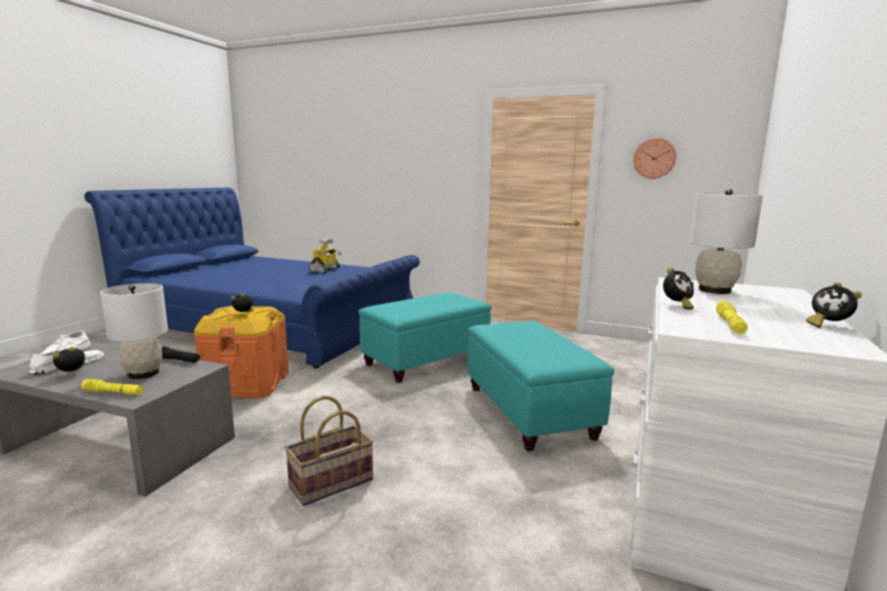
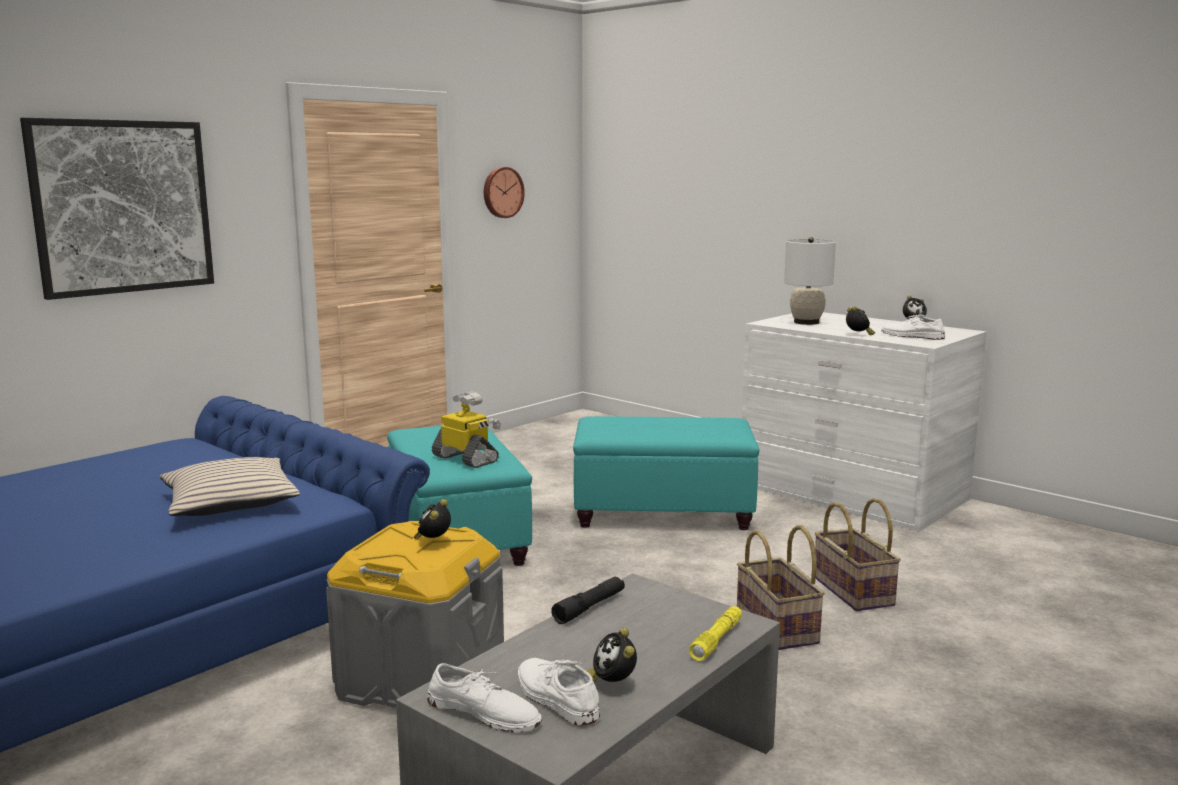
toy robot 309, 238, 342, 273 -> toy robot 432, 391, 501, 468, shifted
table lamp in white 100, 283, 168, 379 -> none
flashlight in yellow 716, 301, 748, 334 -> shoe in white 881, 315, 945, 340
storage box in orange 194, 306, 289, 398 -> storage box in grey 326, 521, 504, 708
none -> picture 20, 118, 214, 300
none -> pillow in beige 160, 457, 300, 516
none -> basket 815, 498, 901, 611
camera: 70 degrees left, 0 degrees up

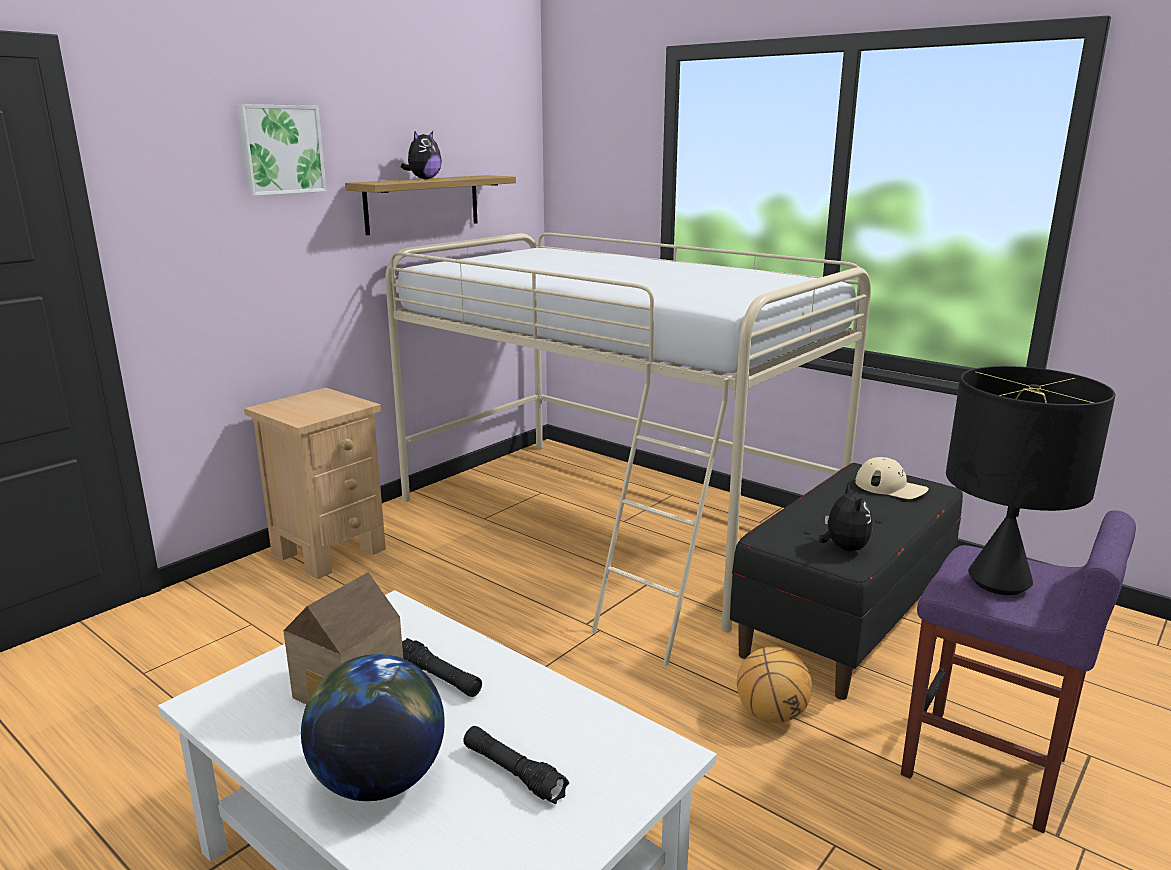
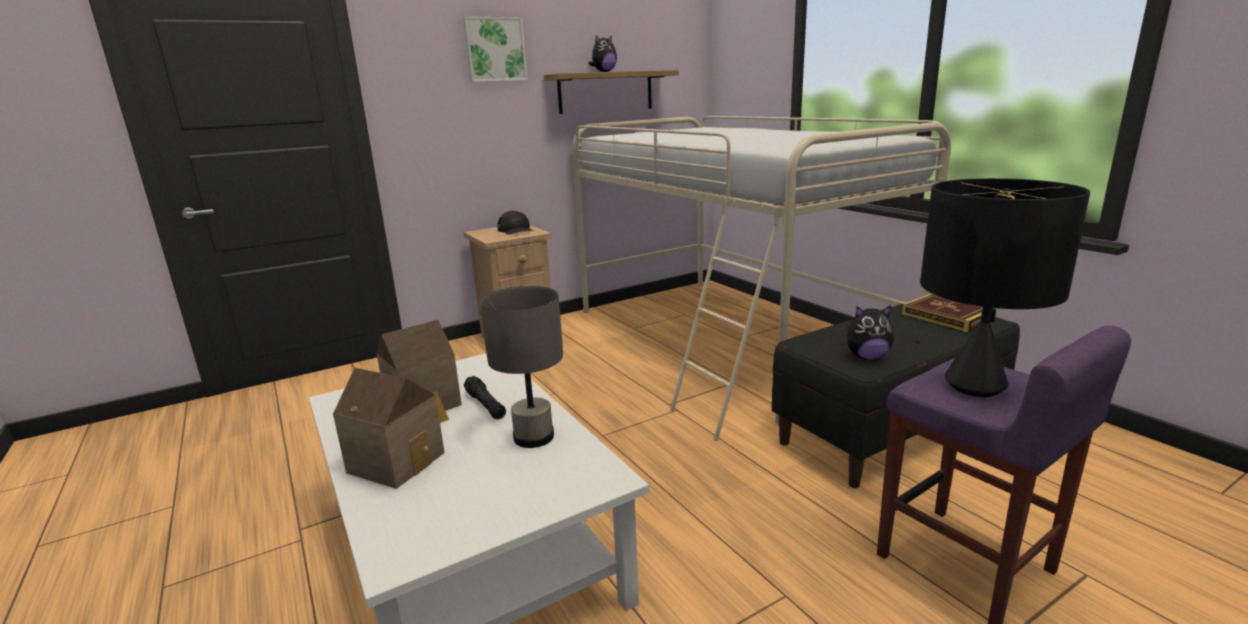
cap in beige 855, 457, 929, 499 -> book 902, 294, 983, 332
plush toy 819, 483, 873, 552 -> plush toy 847, 305, 894, 360, 75 degrees clockwise
basketball 737, 647, 812, 723 -> none
globe 301, 654, 445, 801 -> toy house 333, 368, 445, 489
flashlight in black 463, 726, 569, 804 -> none
none -> cap in black 497, 211, 534, 235
none -> table lamp in grey 480, 286, 563, 448
camera: 20 degrees right, 0 degrees up

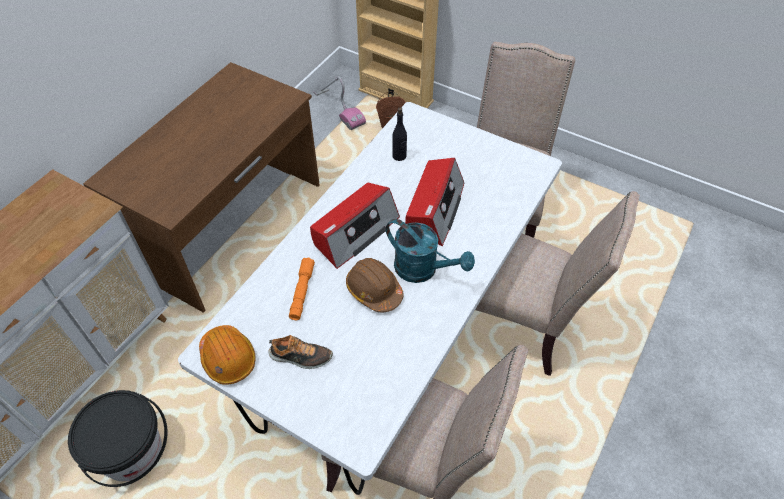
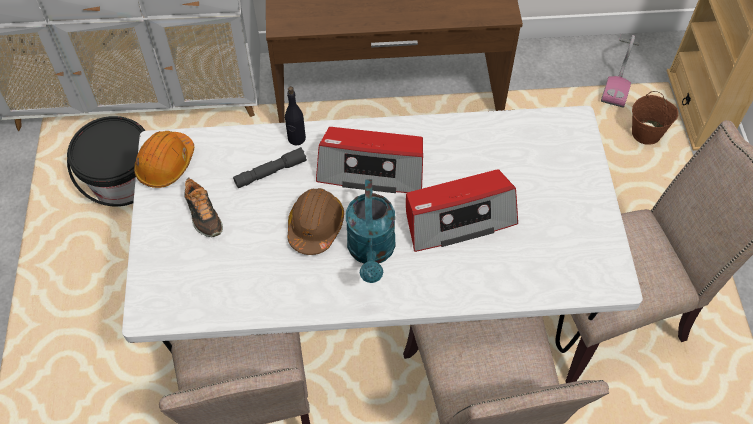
bottle in black 393, 107, 407, 161 -> bottle in black 285, 86, 306, 146, shifted
flashlight in orange 289, 258, 315, 320 -> flashlight in grey 233, 147, 307, 188
camera: 55 degrees right, 5 degrees up

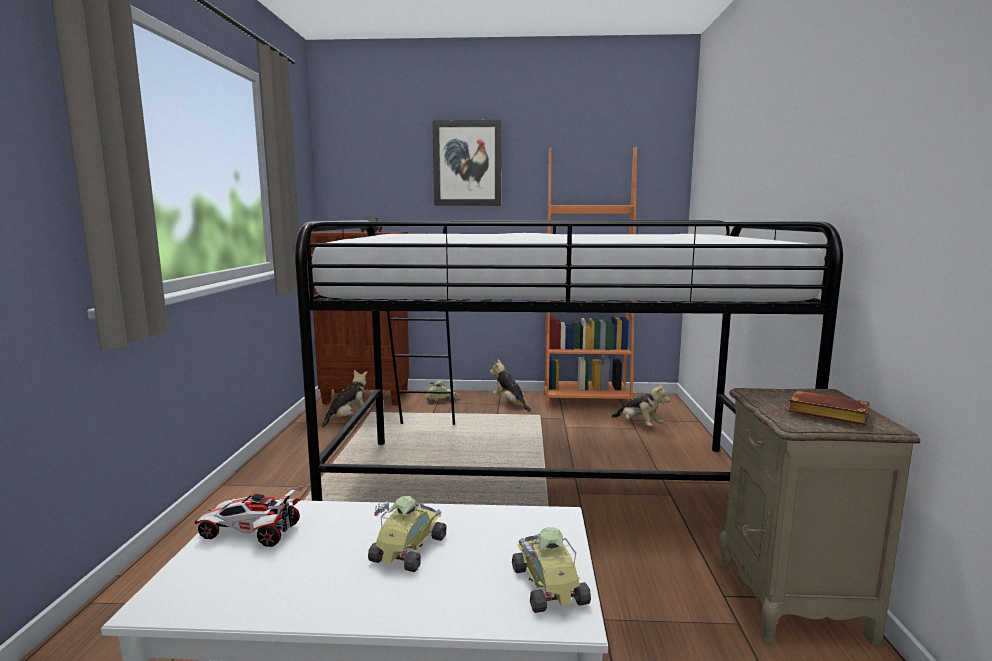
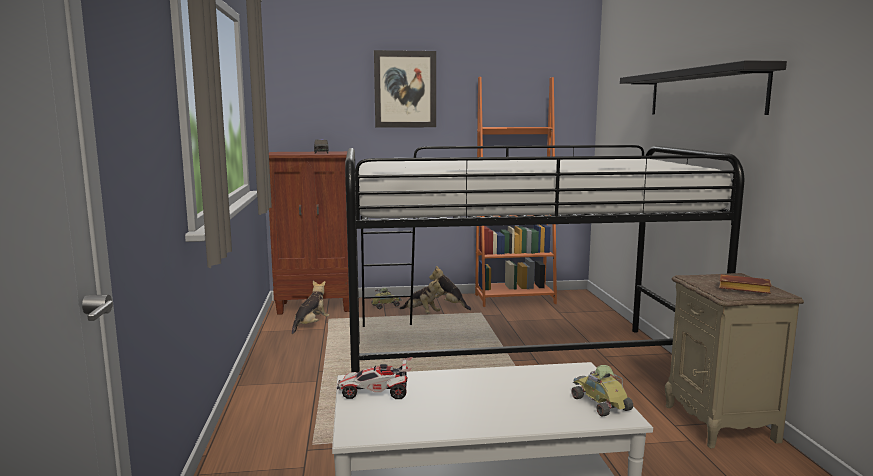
plush toy 611, 382, 670, 426 -> plush toy 400, 278, 444, 314, shifted
toy car 368, 496, 447, 572 -> none
none -> shelf in black 620, 60, 787, 115
camera: 10 degrees left, 0 degrees up

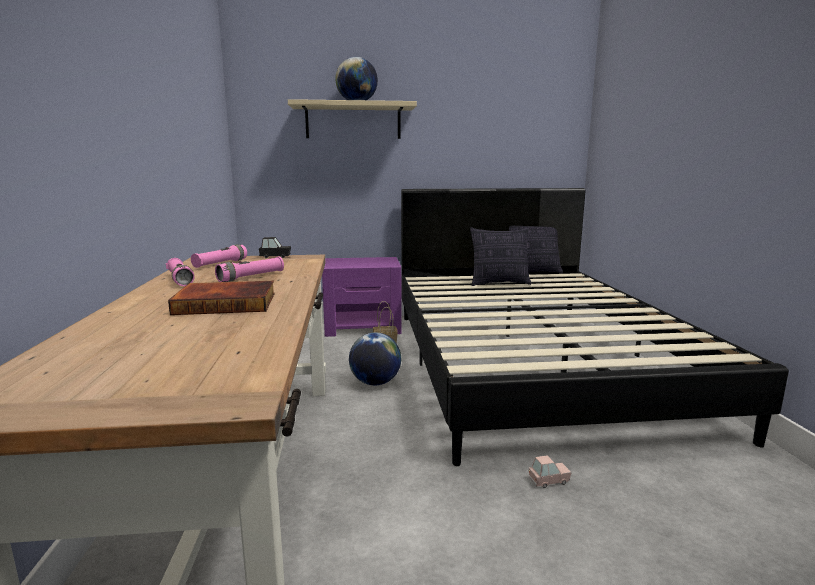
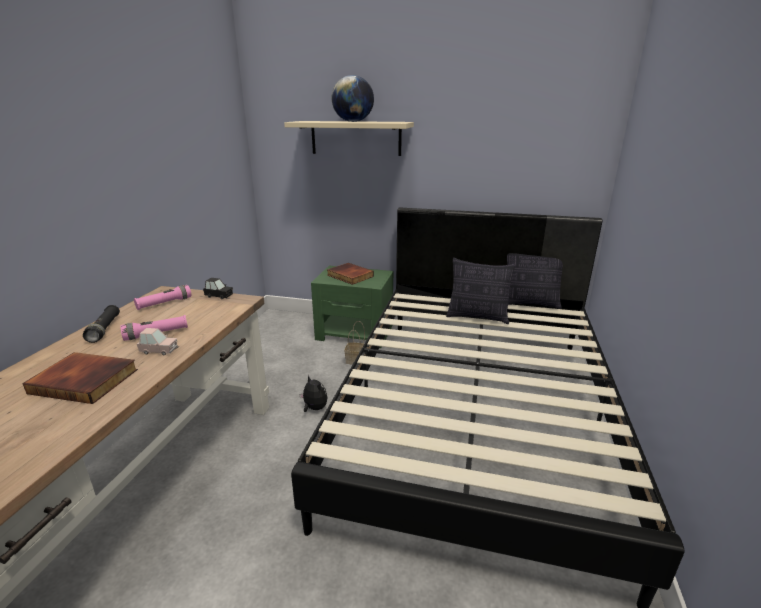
nightstand in purple 322, 257, 402, 337 -> nightstand in green 311, 266, 393, 348
flashlight in pink 166, 258, 194, 286 -> flashlight in black 83, 305, 120, 343
globe 349, 333, 401, 385 -> plush toy 299, 375, 327, 412
toy car in pink 529, 455, 572, 488 -> toy car in pink 137, 328, 178, 355, shifted
none -> book 327, 263, 374, 285
camera: 20 degrees right, 10 degrees up

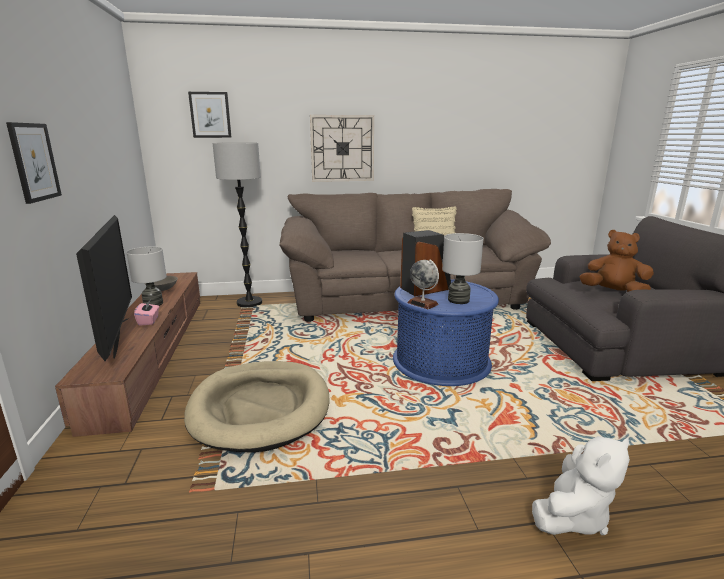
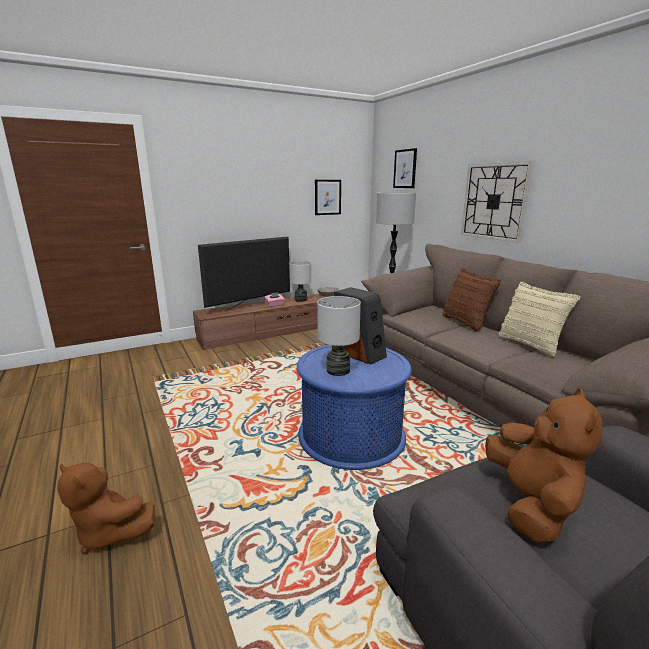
picture 6, 122, 62, 204 -> picture 315, 180, 341, 215, shifted
globe 407, 260, 439, 309 -> none
dog bed in beige 184, 361, 329, 452 -> none
plush toy in white 532, 436, 630, 535 -> plush toy in brown 57, 462, 155, 554
none -> pillow in brown 442, 268, 502, 332
camera: 70 degrees right, 0 degrees up

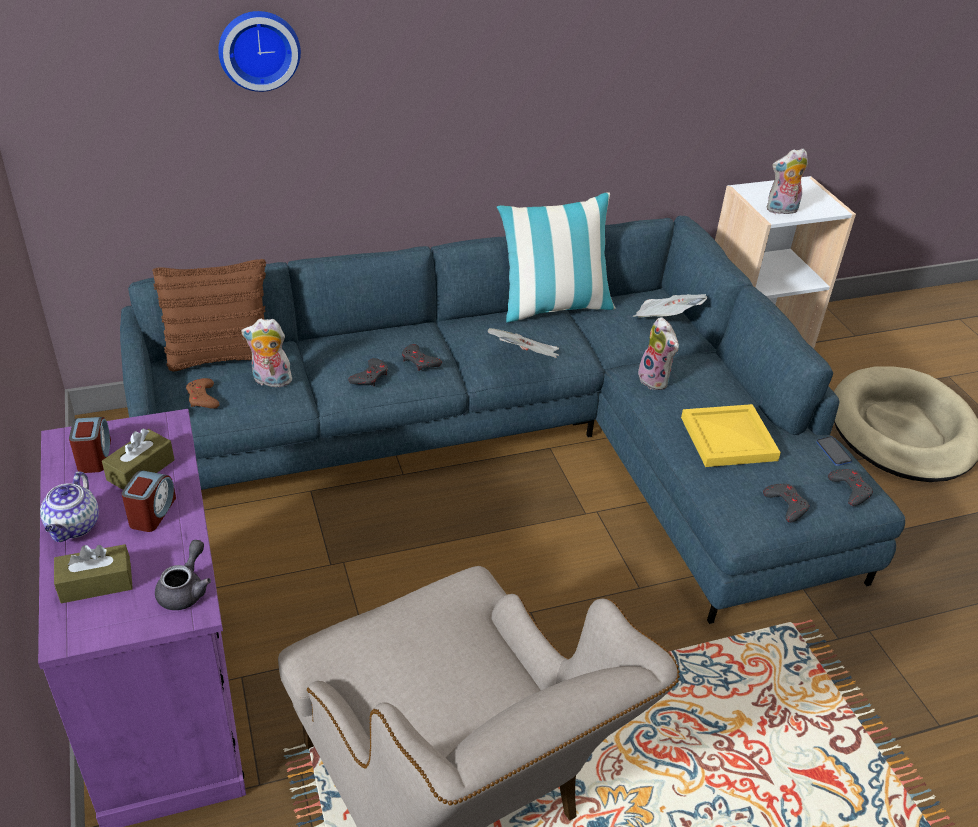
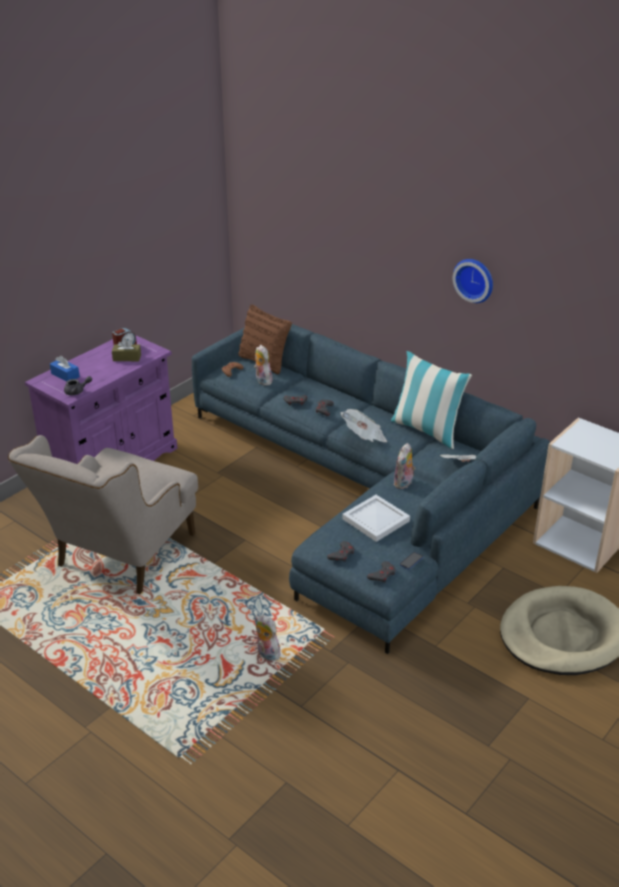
wall clock 218, 11, 301, 92 -> wall clock 453, 259, 493, 303, shifted
plush toy 767, 149, 808, 214 -> plush toy 255, 615, 280, 661, shifted
tray in yellow 681, 404, 781, 467 -> tray in white 342, 495, 410, 542
alarm clock 122, 470, 176, 532 -> none
teapot 40, 472, 99, 542 -> none
tissue box in brown 54, 544, 133, 603 -> tissue box in blue 50, 355, 80, 382
camera: 60 degrees right, 5 degrees down

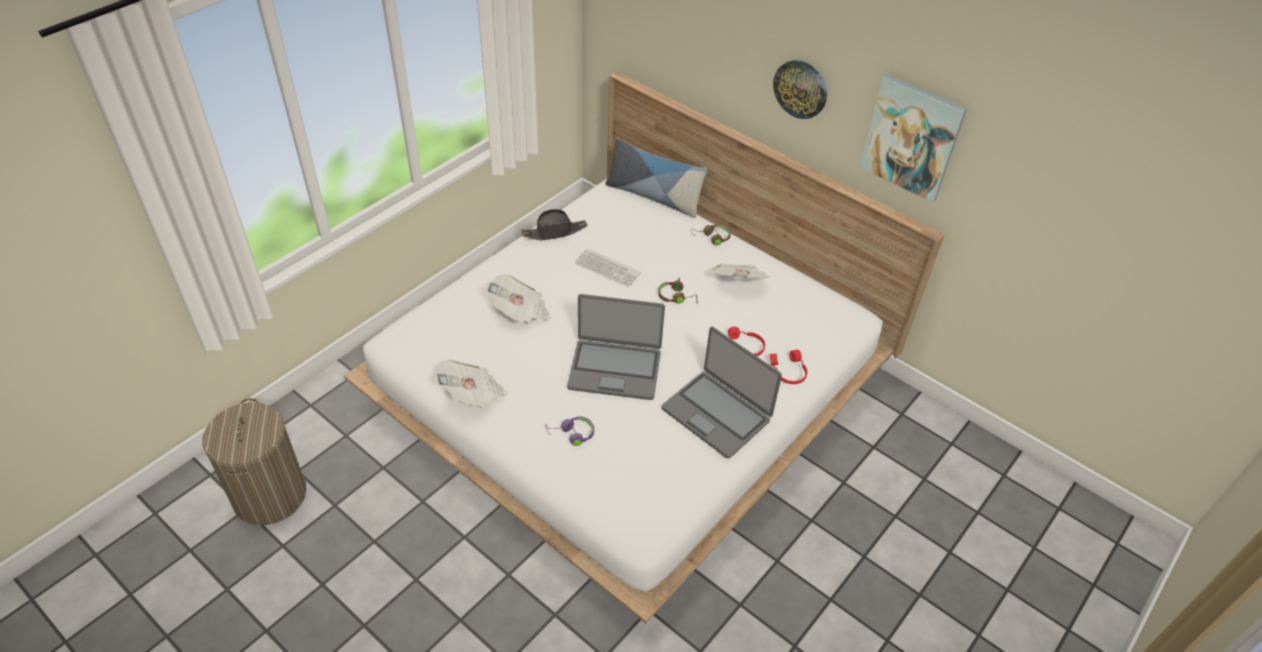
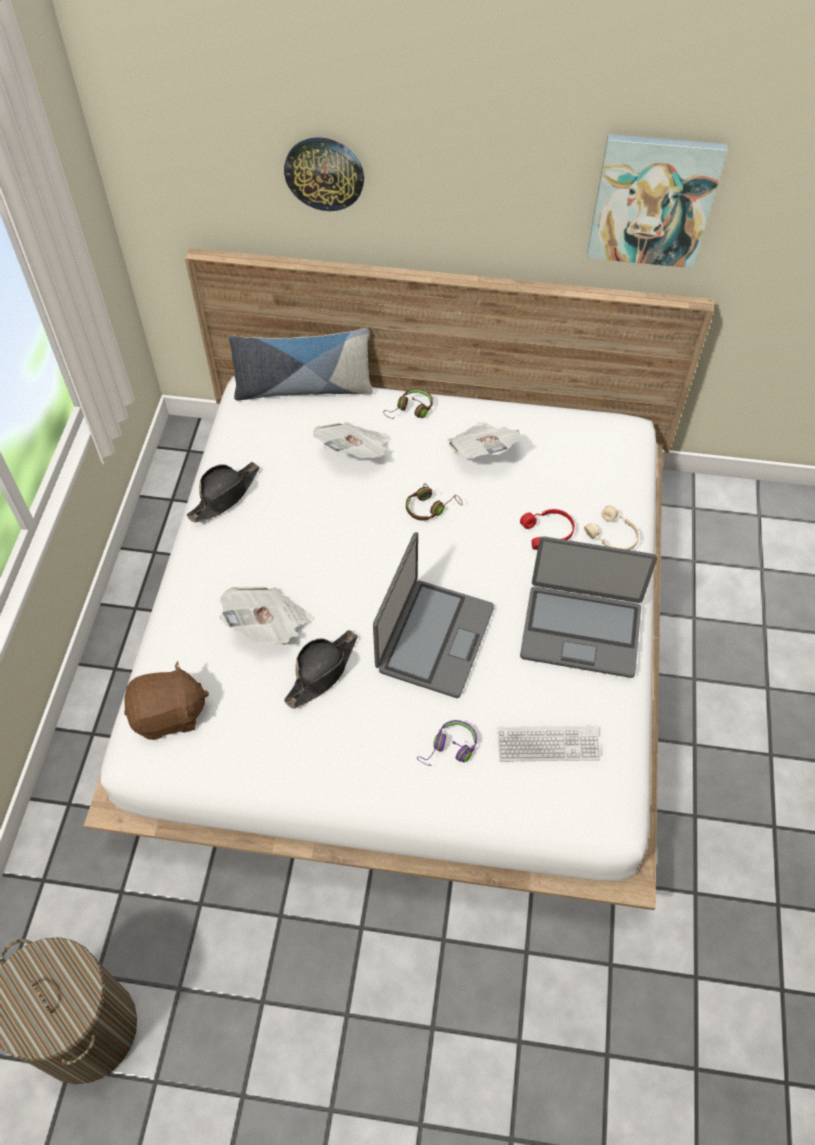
wall clock 773, 60, 827, 119 -> wall clock 284, 137, 364, 211, shifted
keyboard 575, 248, 641, 287 -> keyboard 498, 726, 600, 762, shifted
laptop 567, 294, 665, 400 -> laptop 373, 532, 494, 698, 45 degrees counterclockwise
headphones in red 770, 350, 808, 384 -> headphones in beige 584, 505, 639, 550
newspaper 434, 359, 508, 407 -> newspaper 313, 422, 389, 458, shifted
none -> hat in black 284, 630, 358, 709
none -> plush toy in brown 124, 661, 209, 740
camera: 30 degrees left, 10 degrees up

